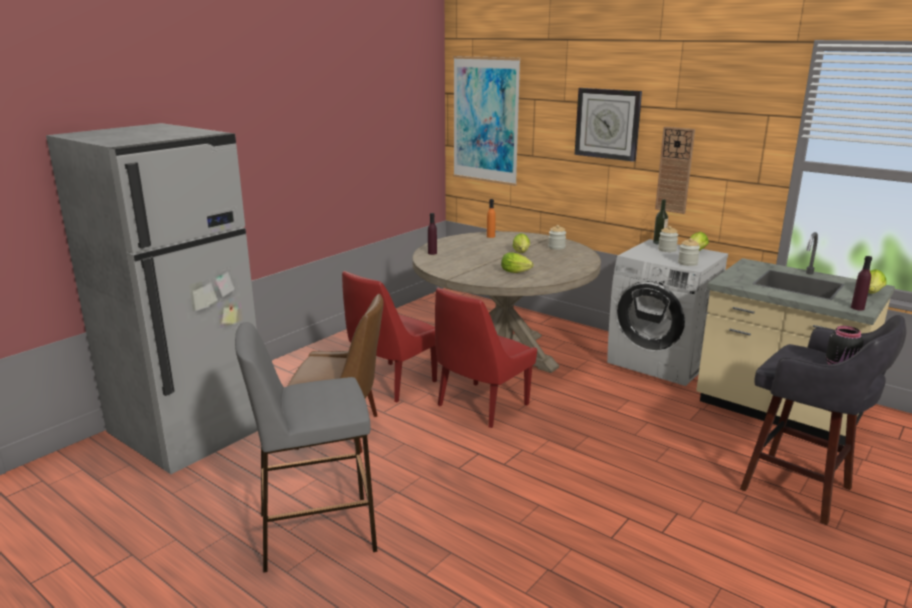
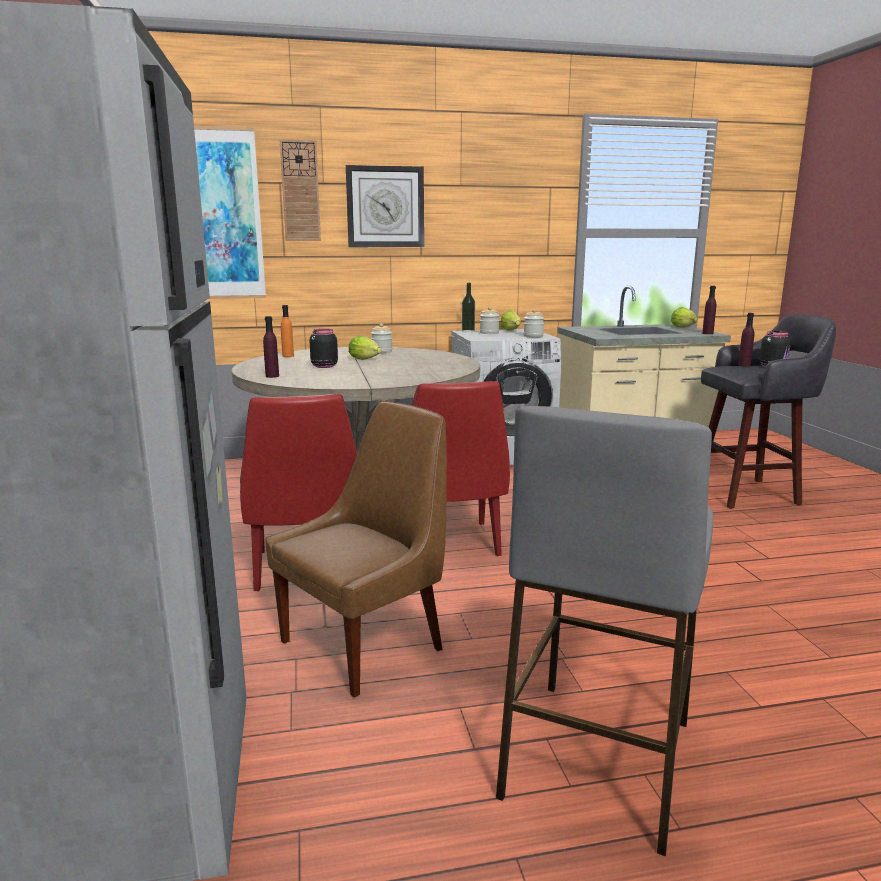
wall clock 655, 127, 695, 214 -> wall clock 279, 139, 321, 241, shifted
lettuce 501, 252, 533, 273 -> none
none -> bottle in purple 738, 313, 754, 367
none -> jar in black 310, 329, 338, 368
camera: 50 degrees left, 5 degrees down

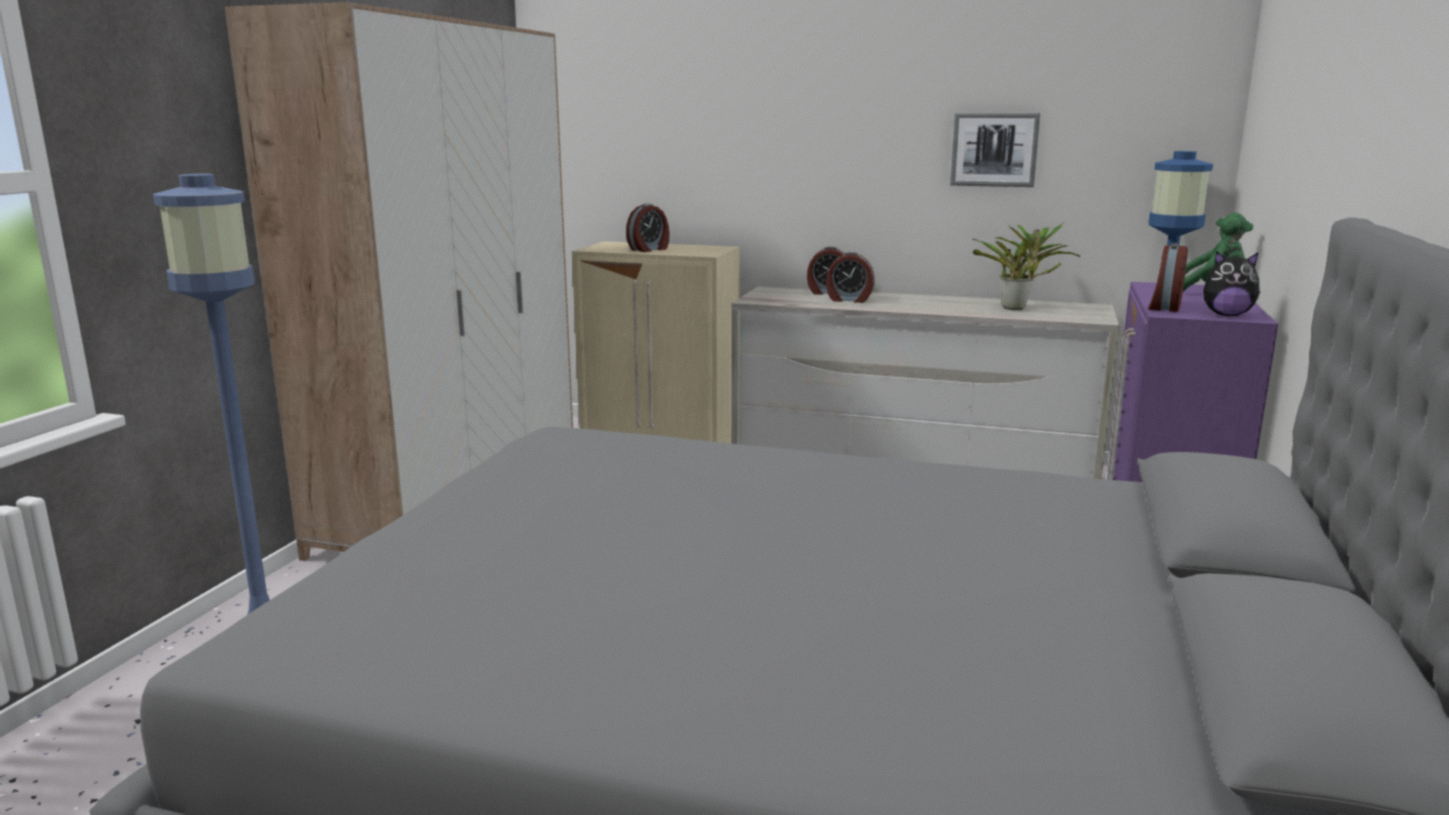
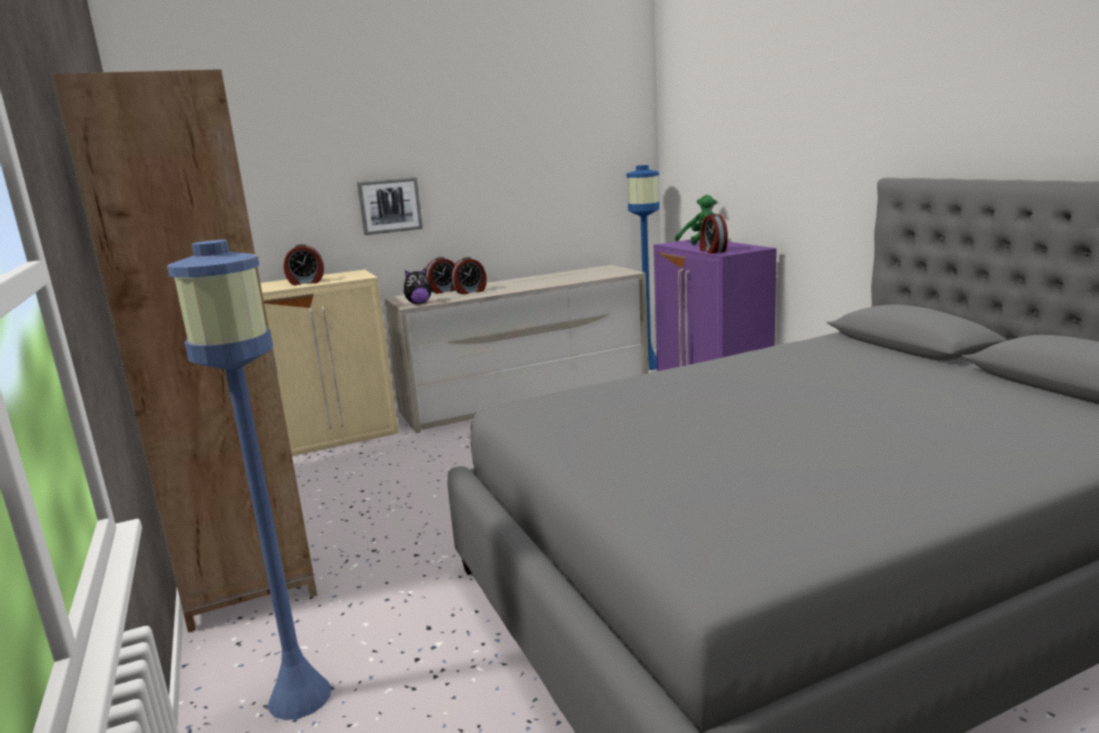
picture 950, 113, 1040, 187 -> picture 357, 177, 423, 235, shifted
alarm clock 626, 203, 670, 252 -> alarm clock 284, 244, 324, 285, 75 degrees clockwise
potted plant 973, 223, 1080, 310 -> none
plush toy 1203, 251, 1260, 316 -> plush toy 404, 268, 431, 304, shifted
camera: 40 degrees left, 0 degrees up

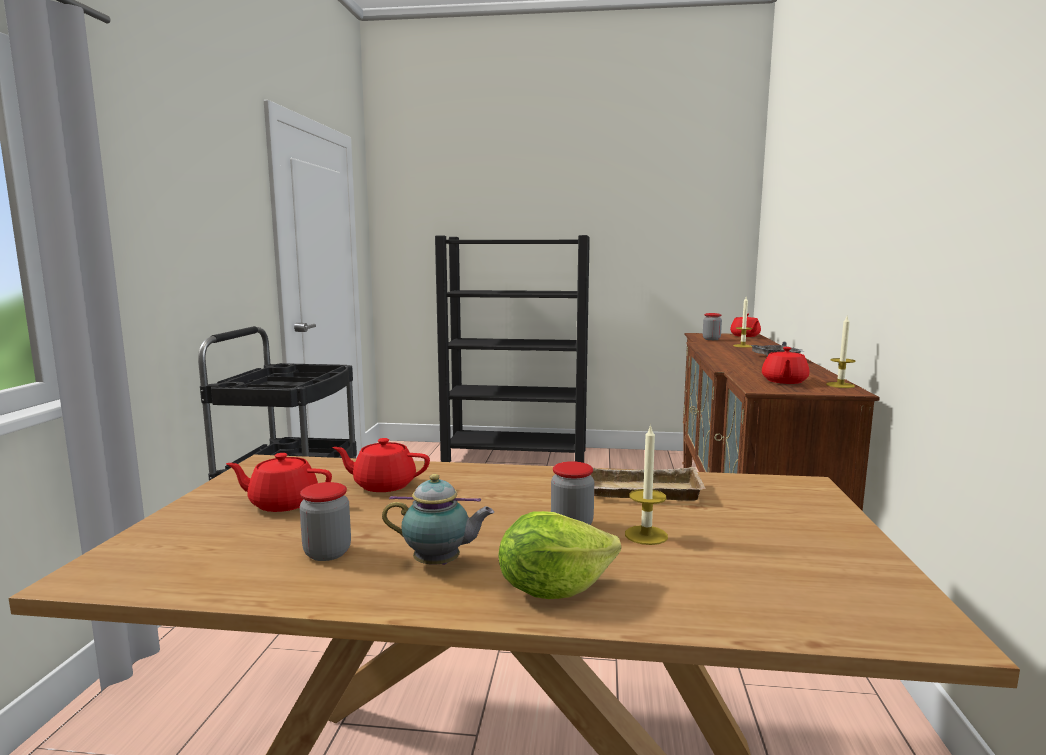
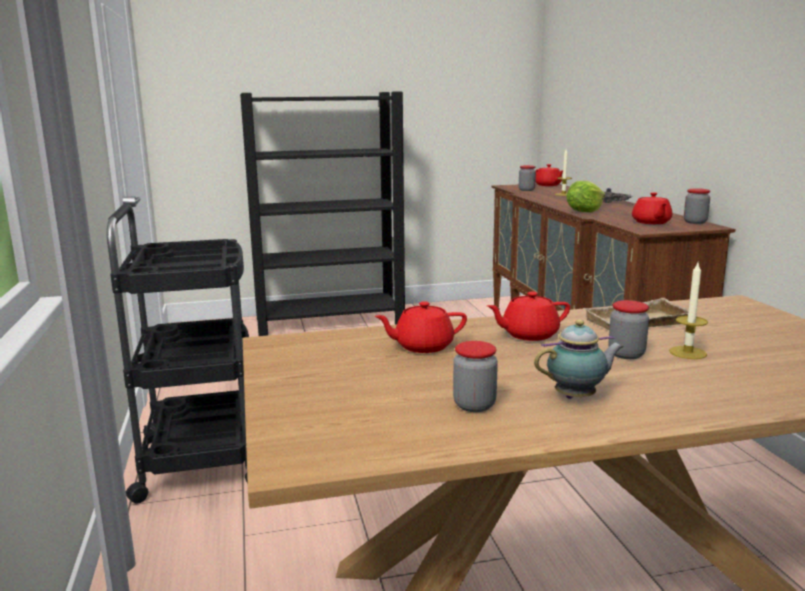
candle 826, 316, 855, 388 -> jar 684, 188, 710, 224
teapot in red 226, 453, 332, 512 -> teapot in red 487, 292, 570, 341, shifted
lettuce 499, 511, 621, 599 -> lettuce 566, 181, 605, 213, shifted
camera: 20 degrees left, 5 degrees up

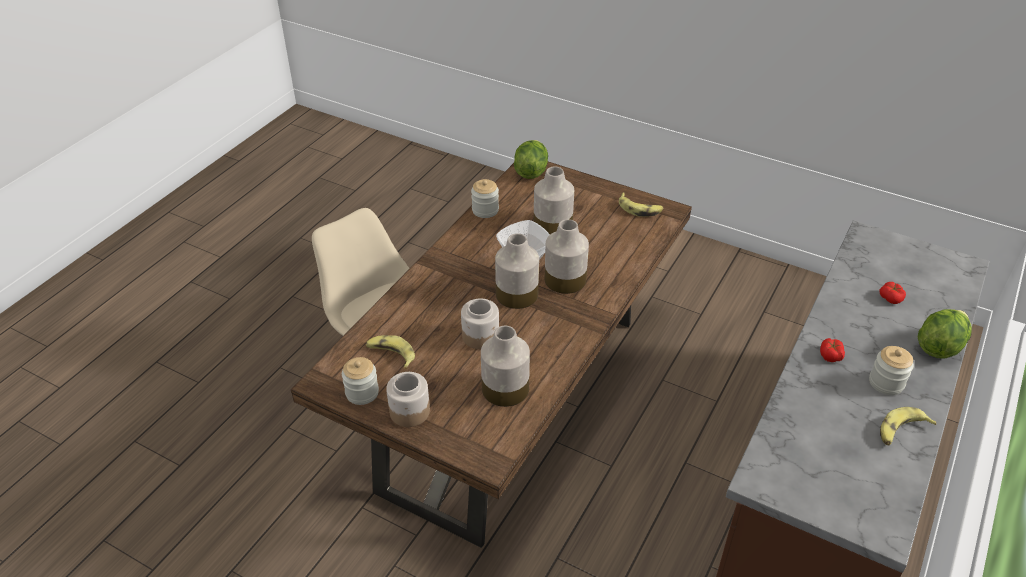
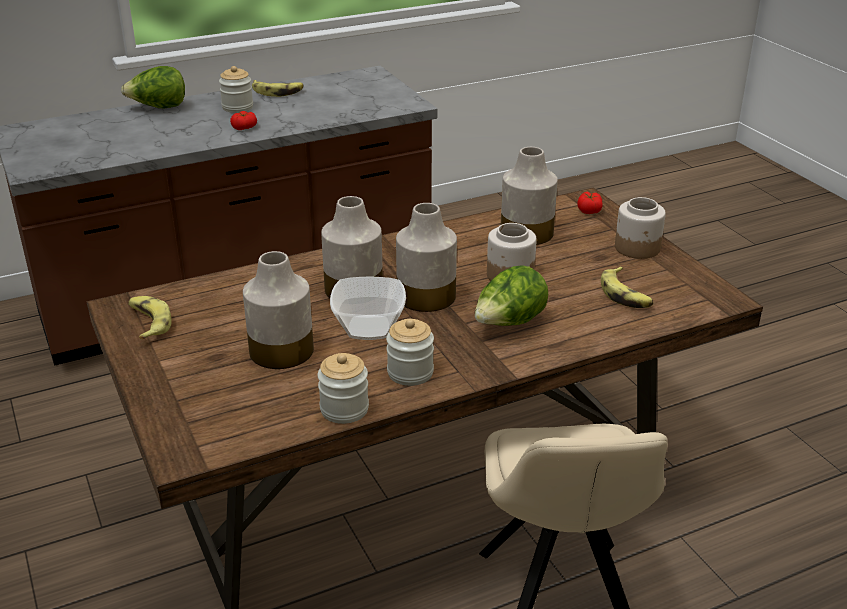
lettuce 514, 140, 548, 179 -> lettuce 475, 265, 548, 326, shifted
tomato 879, 282, 906, 304 -> tomato 577, 191, 603, 214, shifted
jar 342, 357, 379, 405 -> jar 386, 319, 434, 386, shifted
camera: 145 degrees left, 10 degrees down

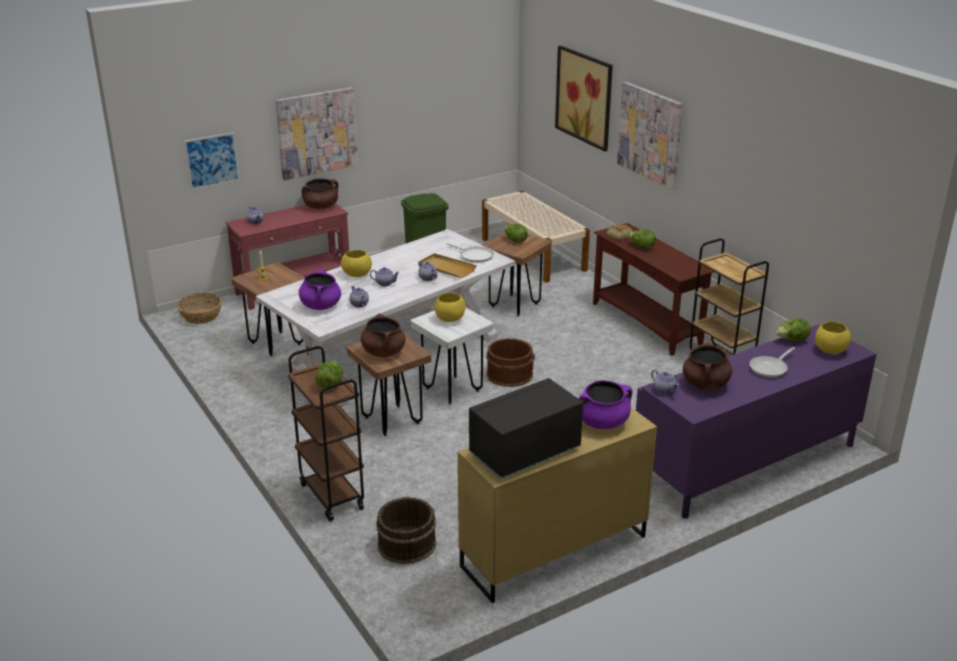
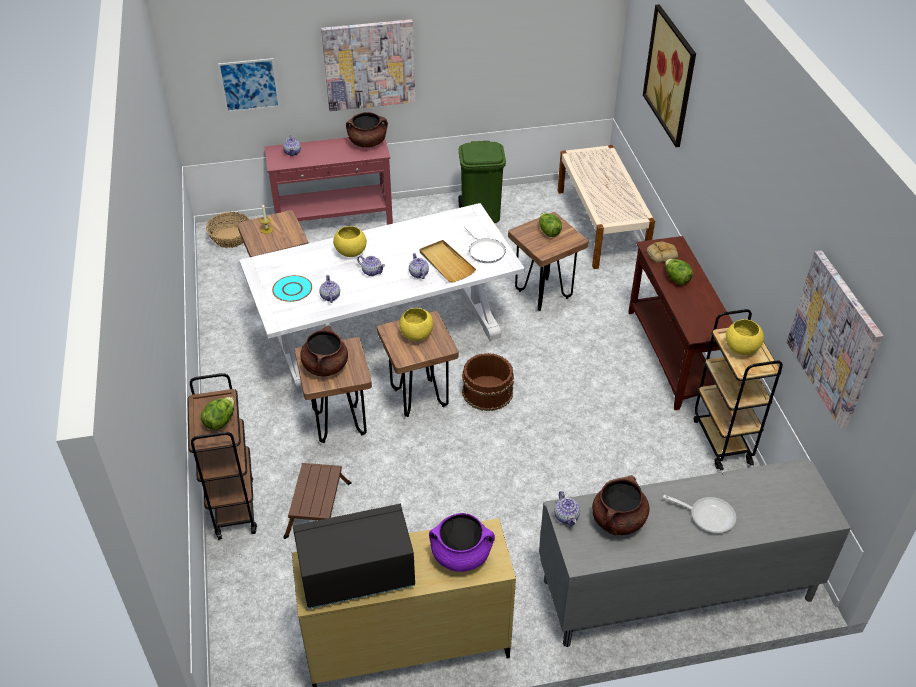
picture 617, 82, 683, 190 -> picture 787, 250, 883, 429, shifted
cooking pot in purple 299, 269, 341, 310 -> plate in turquoise 272, 275, 312, 302
stool in white 410, 308, 493, 404 -> stool in brown 377, 311, 458, 417
lettuce 776, 318, 811, 341 -> none
bowl in yellow 815, 322, 851, 354 -> bowl in yellow 726, 319, 764, 355, shifted
cabinet in purple 636, 324, 876, 519 -> cabinet in grey 539, 458, 851, 647
frying pan 749, 347, 795, 378 -> frying pan 663, 495, 736, 533, 135 degrees counterclockwise
bucket in brown 376, 497, 437, 564 -> none
none -> step ladder in brown 283, 463, 351, 539
camera: 20 degrees right, 15 degrees up

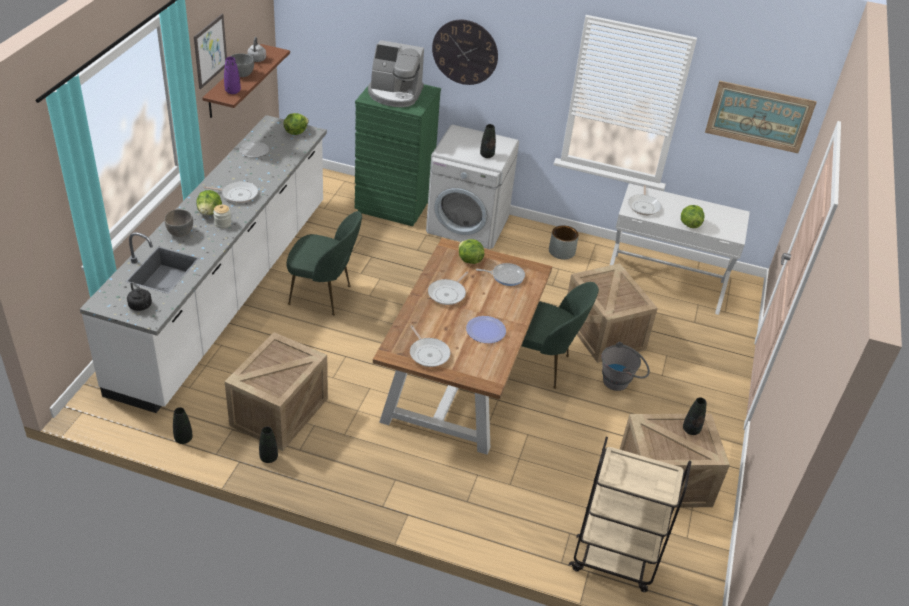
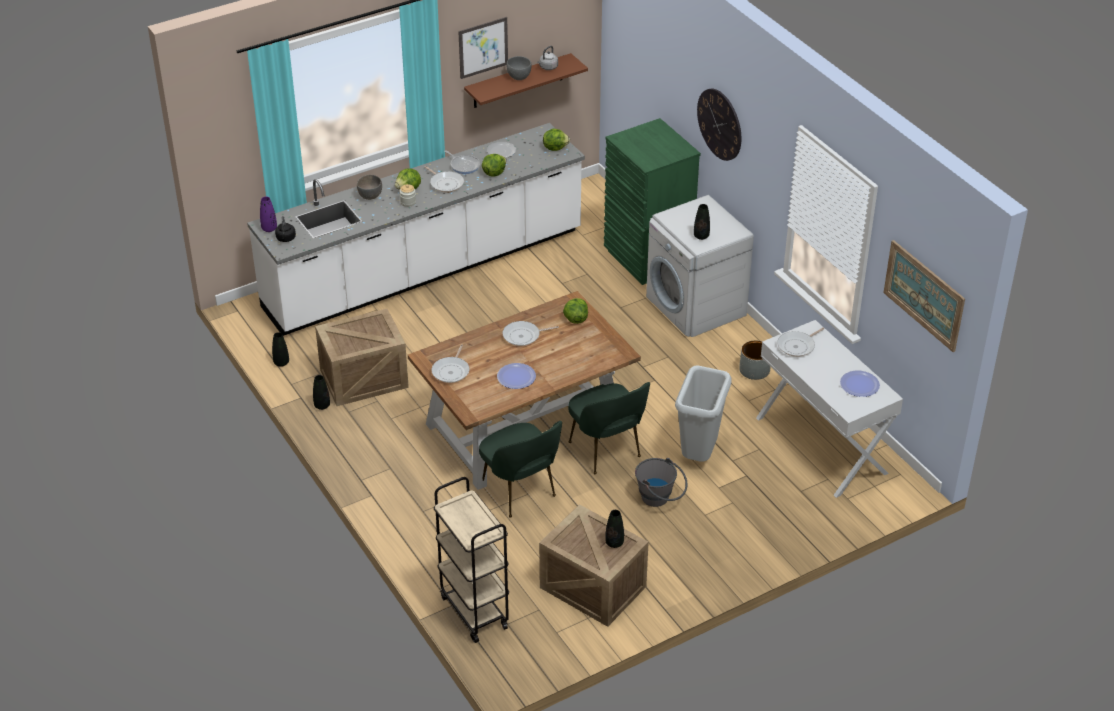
coffee machine 368, 40, 424, 107 -> none
vase in purple 224, 57, 241, 94 -> vase in purple 260, 197, 277, 232, shifted
lettuce 681, 205, 705, 228 -> lettuce 482, 154, 506, 177, shifted
chair in green 286, 211, 362, 315 -> chair in green 479, 421, 562, 518, shifted
frying pan 476, 263, 525, 286 -> frying pan 444, 150, 480, 174, shifted
crate 567, 263, 658, 363 -> trash can in grey 675, 365, 732, 462
none -> plate 840, 371, 880, 397
camera: 45 degrees right, 0 degrees up

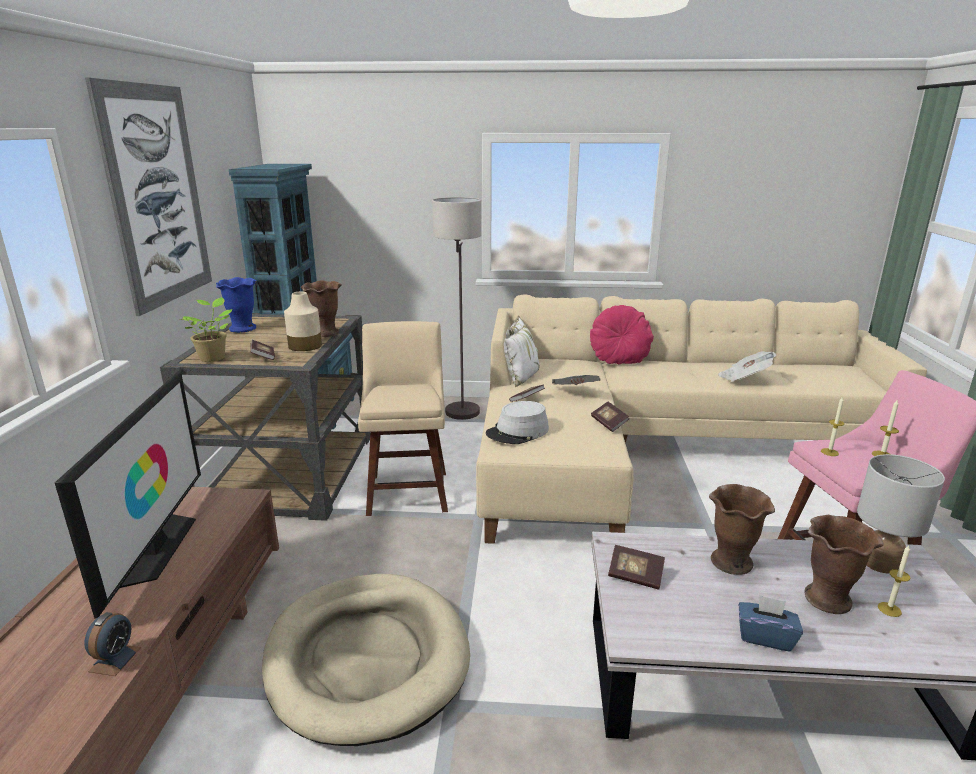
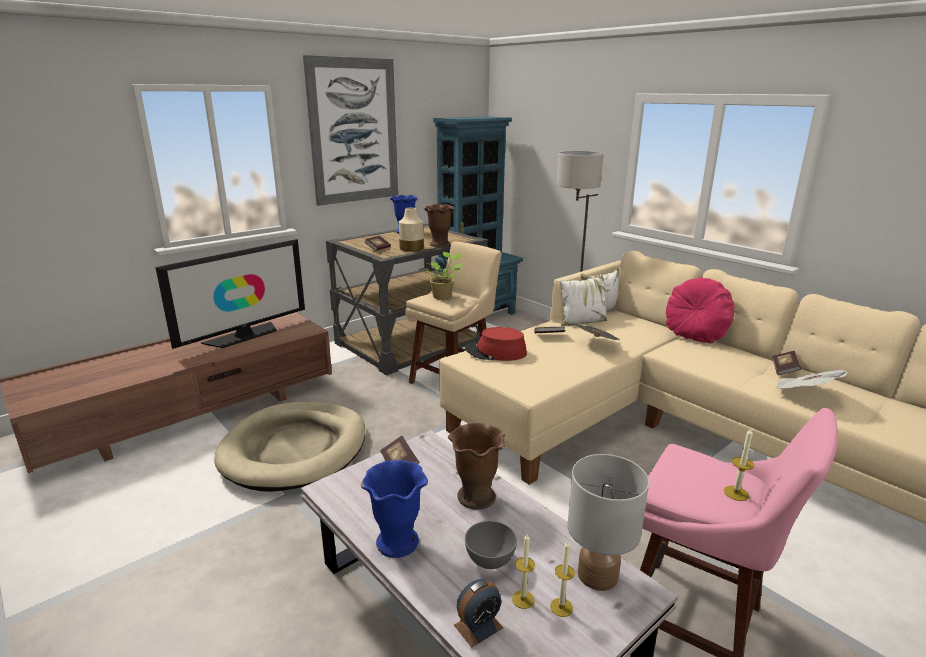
potted plant 180, 297, 233, 362 -> potted plant 427, 252, 463, 300, shifted
candle 821, 396, 844, 456 -> candle 550, 541, 575, 617, shifted
hat in grey 486, 401, 549, 444 -> hat in red 465, 327, 527, 361
book 591, 402, 629, 432 -> book 772, 351, 801, 375, shifted
vase in brown 804, 515, 884, 614 -> bowl in grey 465, 521, 517, 569
tissue box in blue 739, 595, 803, 651 -> vase in blue 361, 460, 428, 558
alarm clock 84, 612, 141, 676 -> alarm clock 454, 579, 503, 647, shifted
camera: 45 degrees right, 0 degrees up

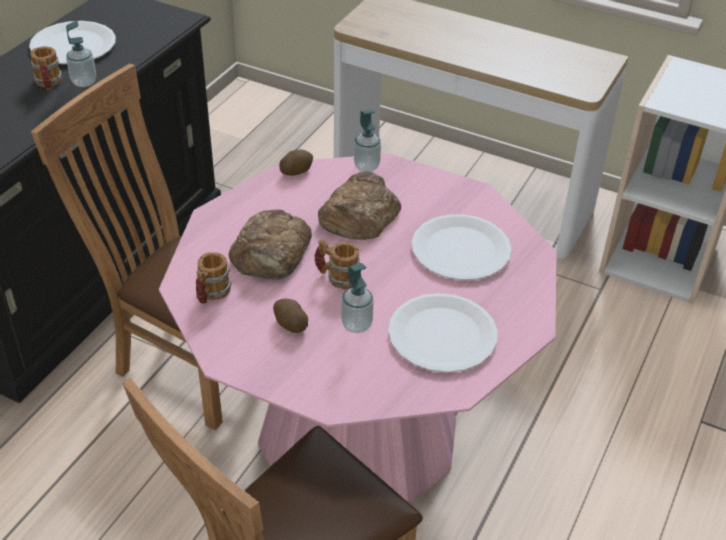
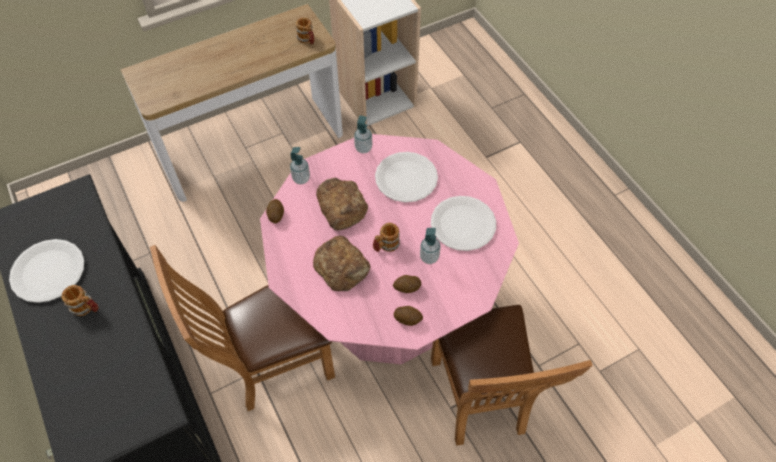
soap dispenser 66, 21, 96, 87 -> soap dispenser 354, 115, 372, 153, shifted
mug 196, 252, 232, 304 -> mug 296, 18, 314, 45, shifted
none -> potato 394, 306, 423, 326
camera: 55 degrees left, 15 degrees up

